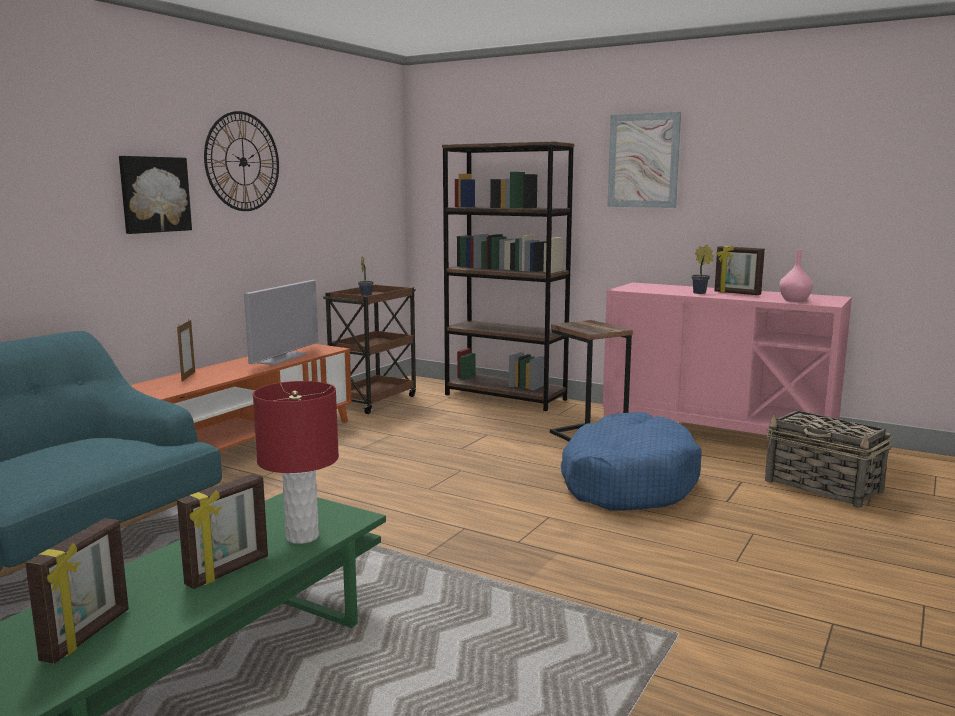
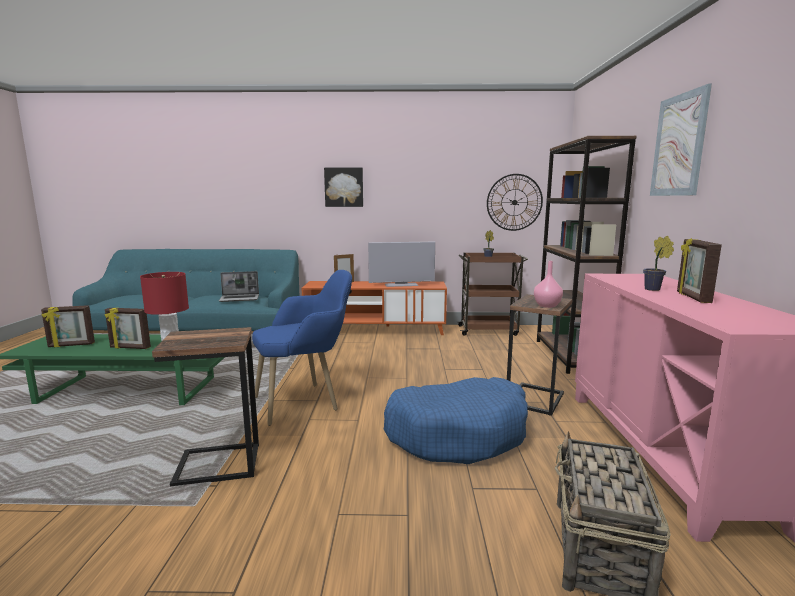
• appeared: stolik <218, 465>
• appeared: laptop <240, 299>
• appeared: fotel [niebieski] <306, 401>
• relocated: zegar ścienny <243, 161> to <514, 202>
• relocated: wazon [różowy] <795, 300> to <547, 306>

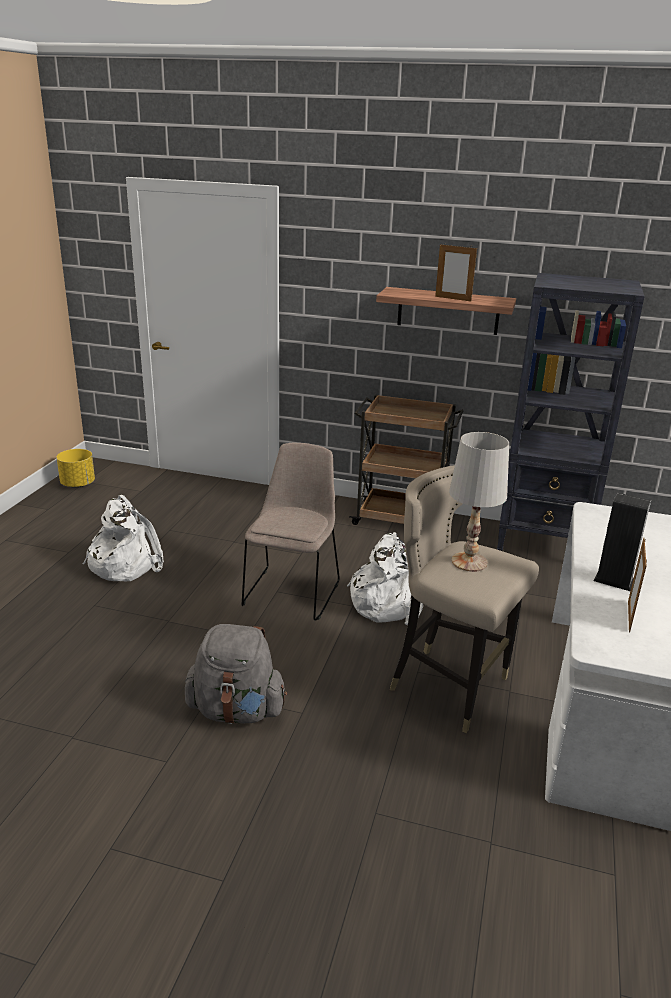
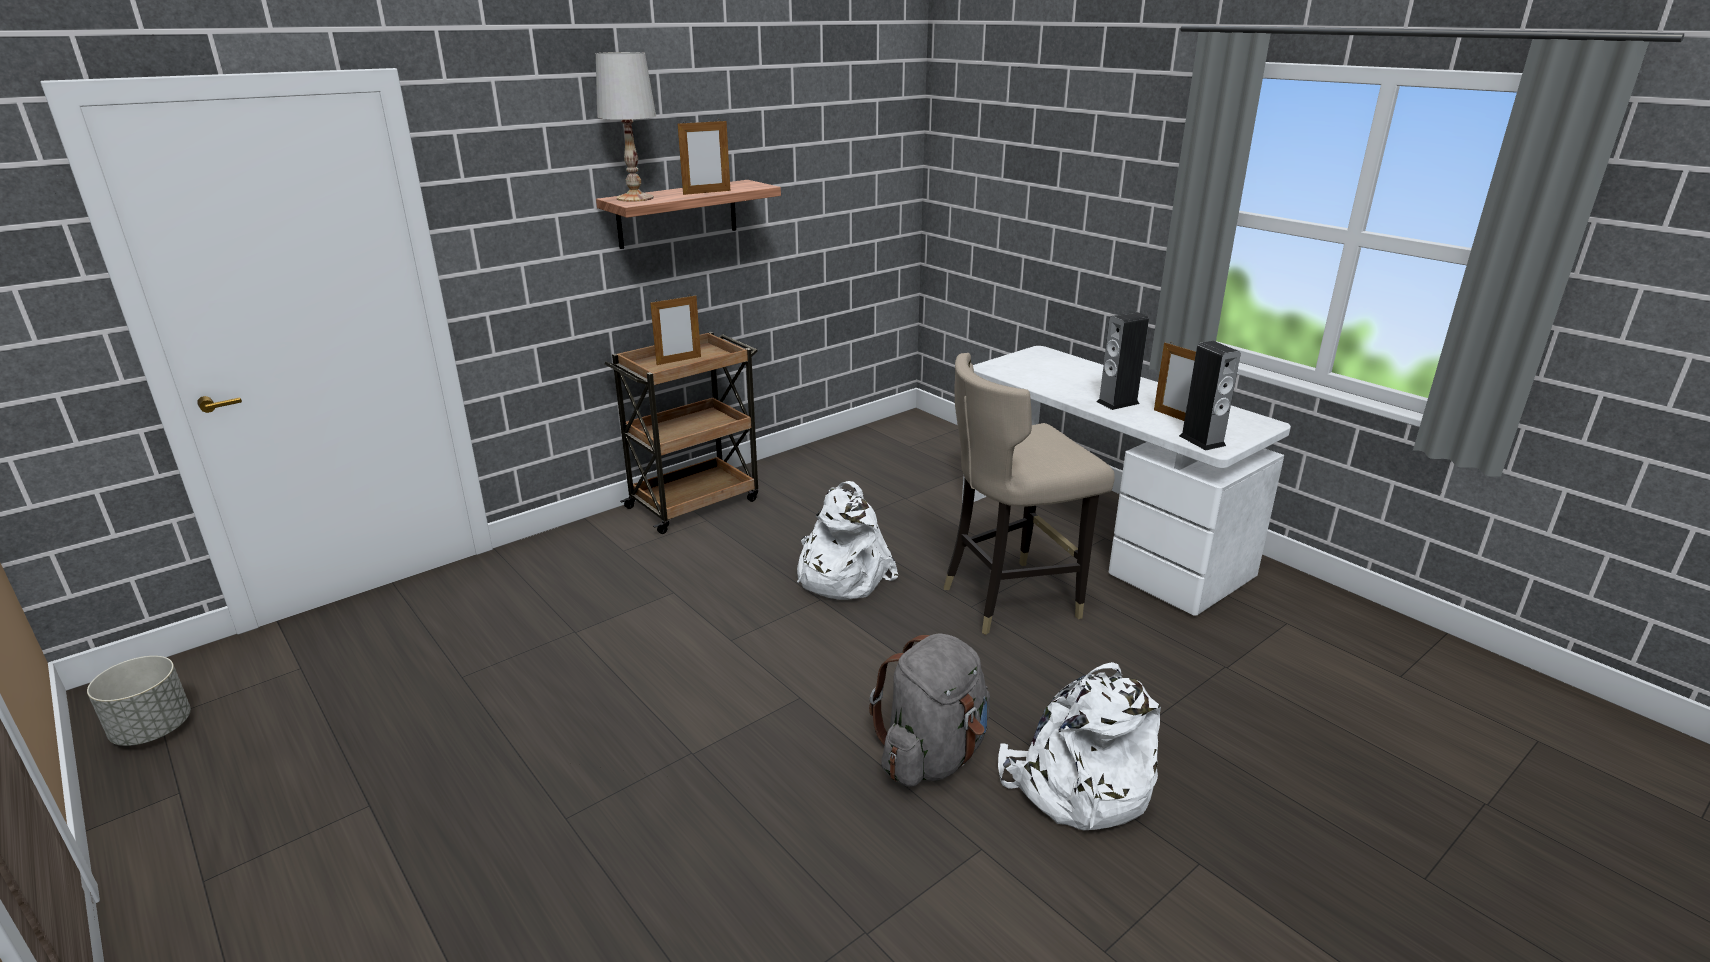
• colour: donica [żółty] <78, 484> to donica [szary] <153, 729>
• relocated: lampa stołowa [biały] <469, 562> to <635, 198>
• appeared: ramka na zdjęcie <679, 360>
• relocated: plecak [biały] <124, 564> to <1076, 786>
• appeared: głośnik <1202, 440>
• missing: krzesło [beżowy] <292, 591>
• missing: regał [czarny] <543, 545>

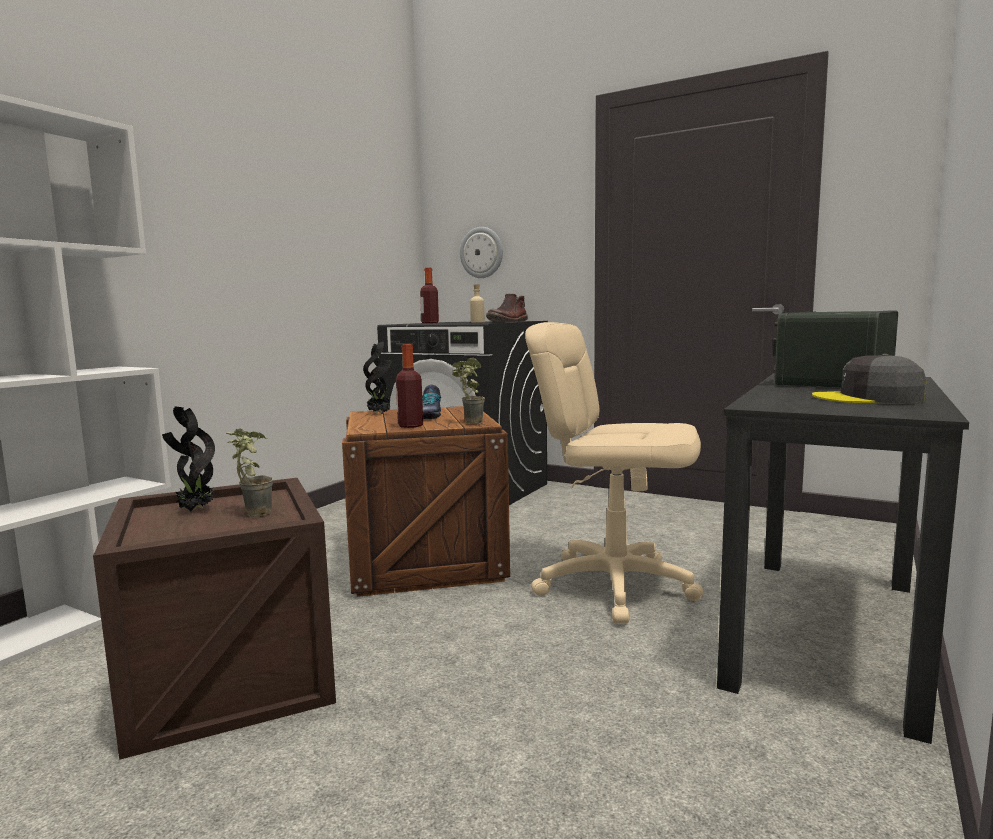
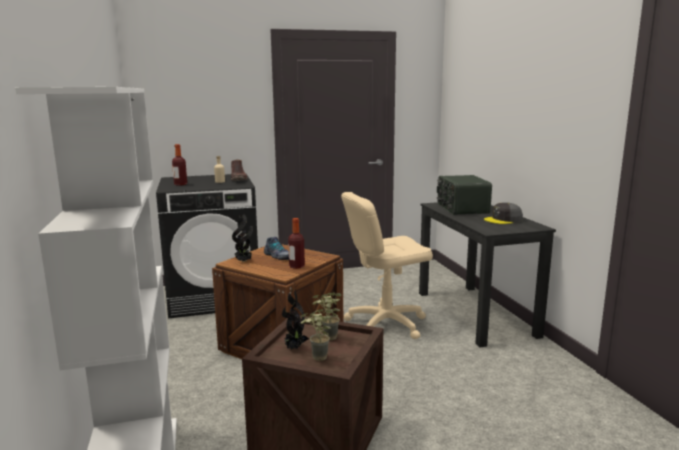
• relocated: roślina doniczkowa <468, 422> to <316, 359>
• missing: zegar ścienny <482, 252>

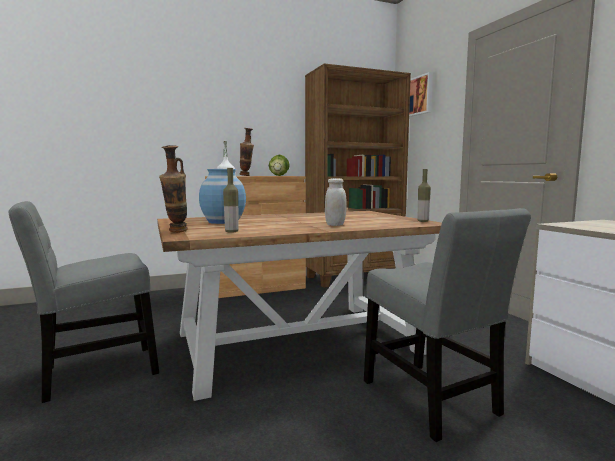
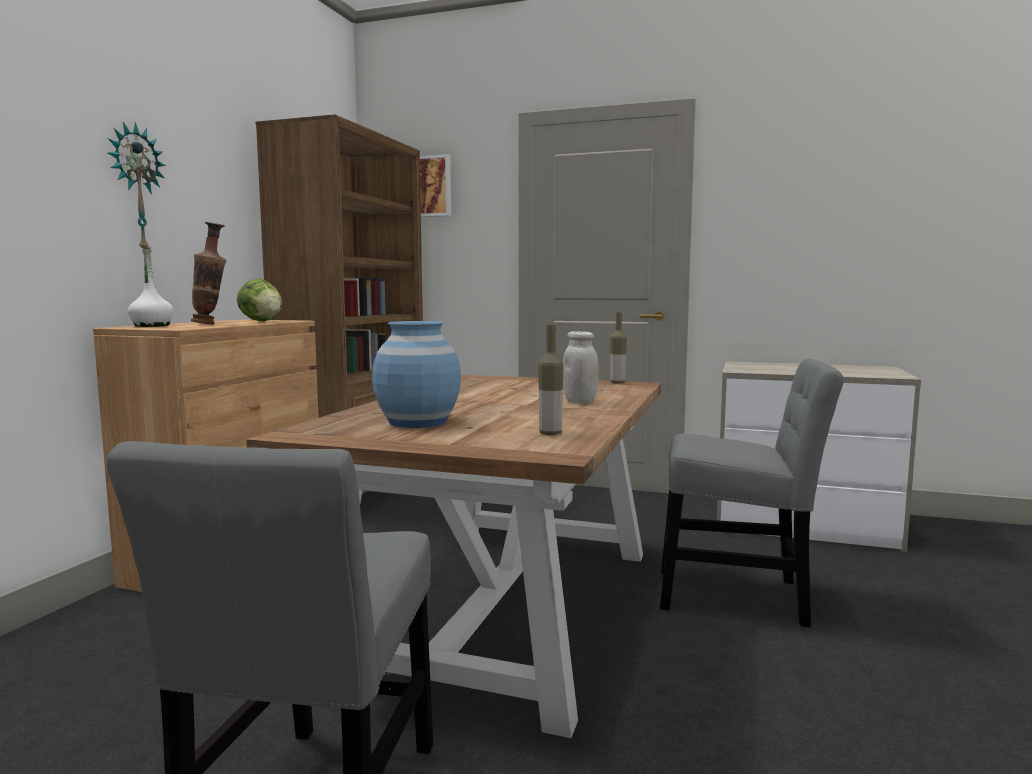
• appeared: zegar ścienny <135, 188>
• missing: wazon <176, 232>

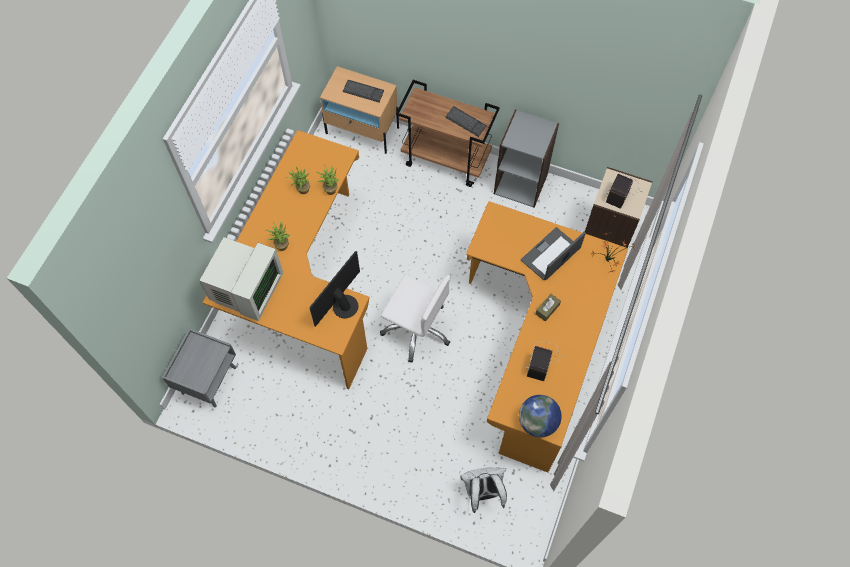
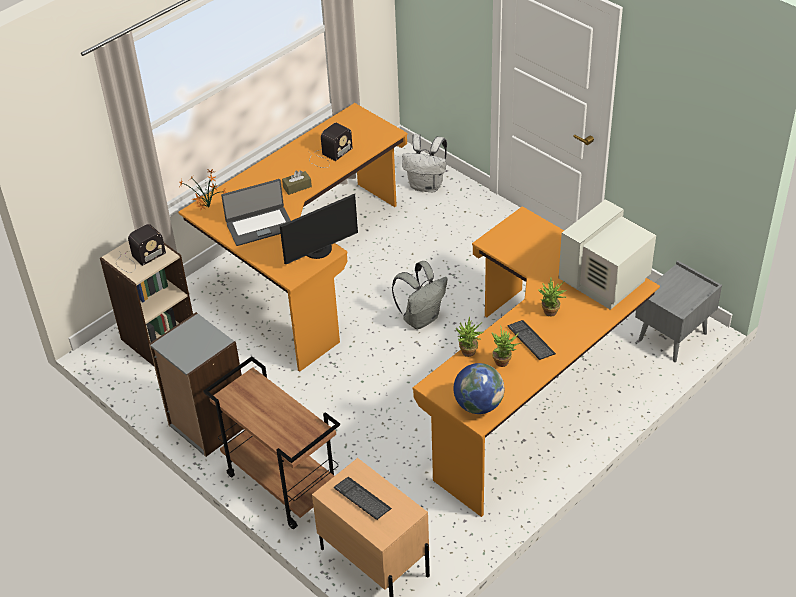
• relocated: monitor <342, 305> to <319, 250>
• exchanged: krzesło biurowe [biały] <417, 328> to plecak [szary] <421, 318>
• relocated: globus <537, 422> to <478, 405>
• relocated: klawiatura <465, 122> to <531, 341>

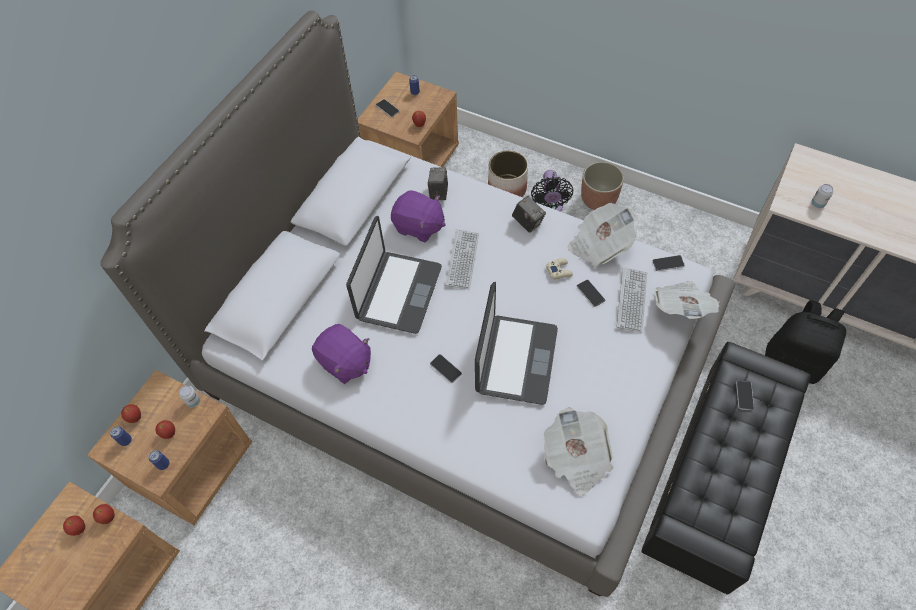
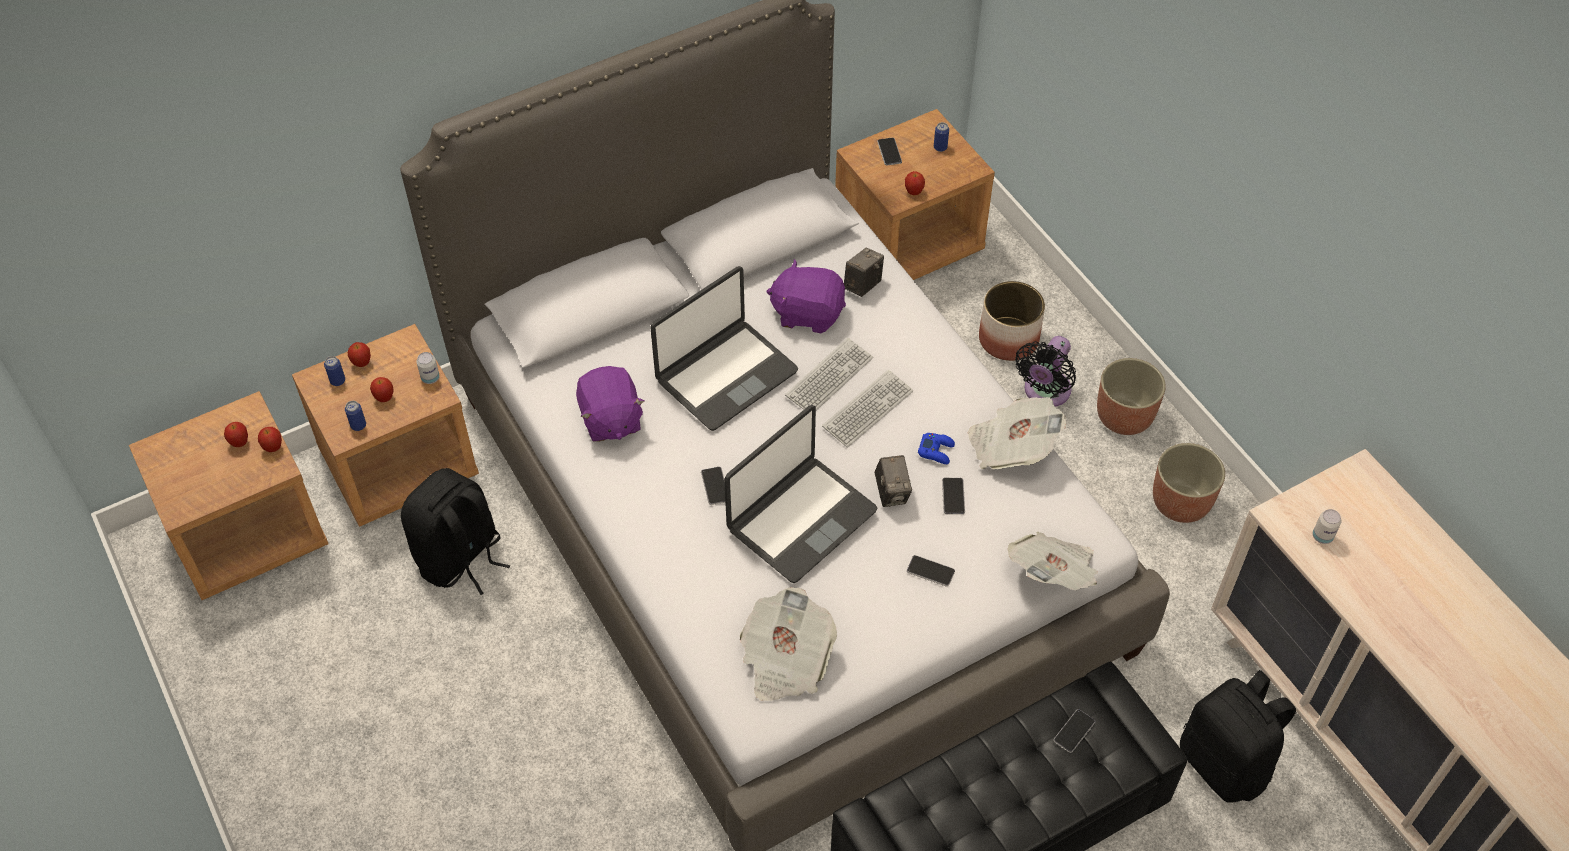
• appeared: plecak [czarny] <460, 558>
• spun: pluszak [fioletowy] <419, 226> = <808, 313> 135 degrees clockwise
• relocated: klawiatura <631, 300> to <867, 409>
• relocated: aparat fotograficzny <528, 222> to <892, 493>
• relocated: telefon <668, 263> to <930, 571>
• colour: pad do gier [beżowy] <559, 270> to pad do gier [niebieski] <936, 451>
• appeared: donica <1180, 503>

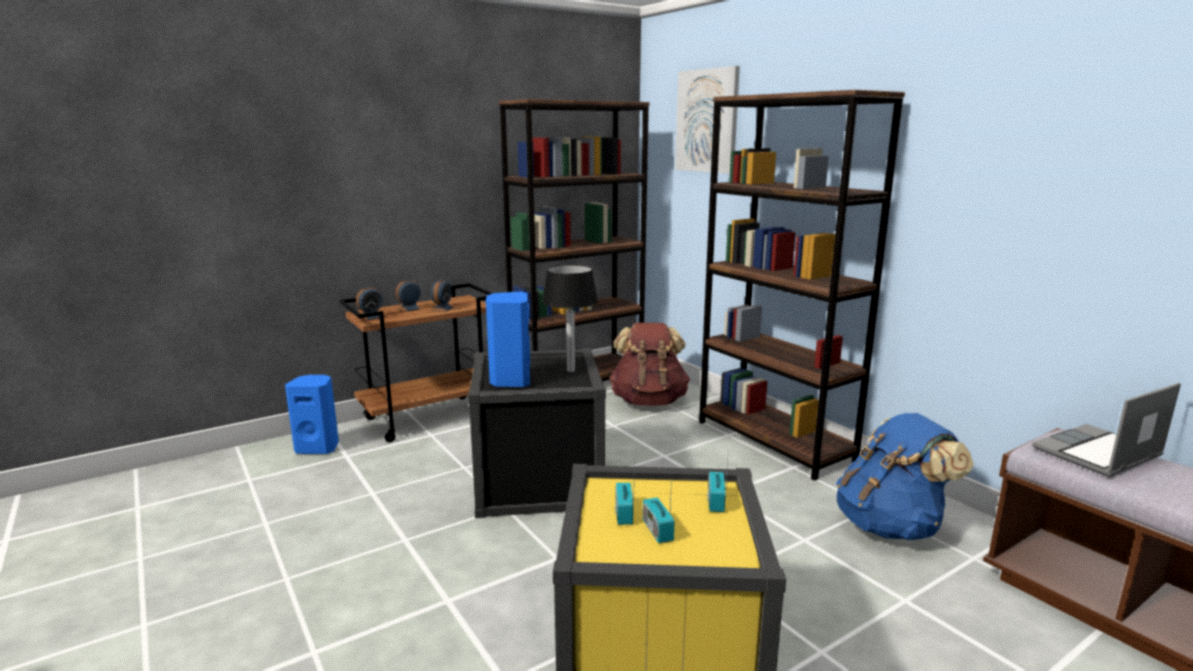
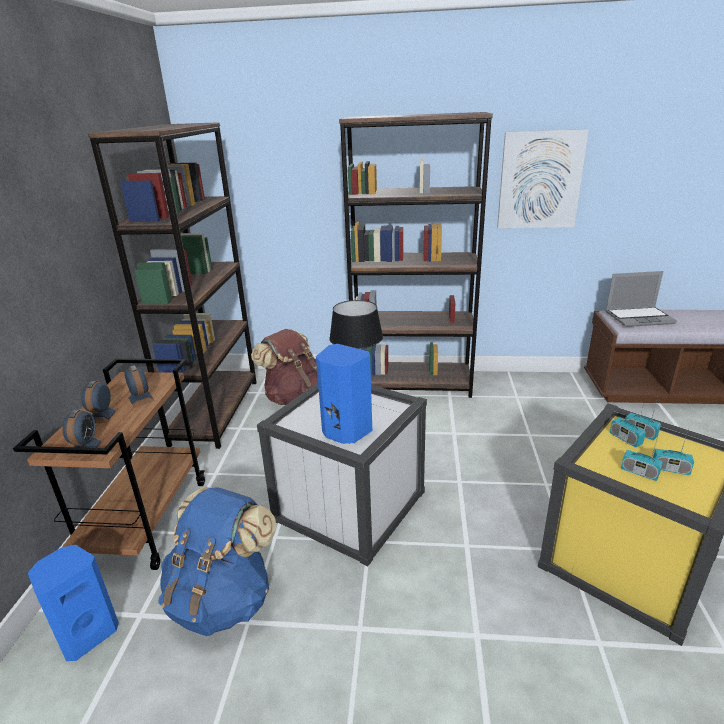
• relocated: plecak [niebieski] <890, 526> to <223, 599>
• colour: pojemnik do przechowywania [czarny] <538, 482> to pojemnik do przechowywania [biały] <350, 506>
• relocated: obraz <707, 121> to <540, 180>
• spun: laptop <1097, 454> = <639, 317> 105 degrees counterclockwise
• appeared: radio <625, 439>

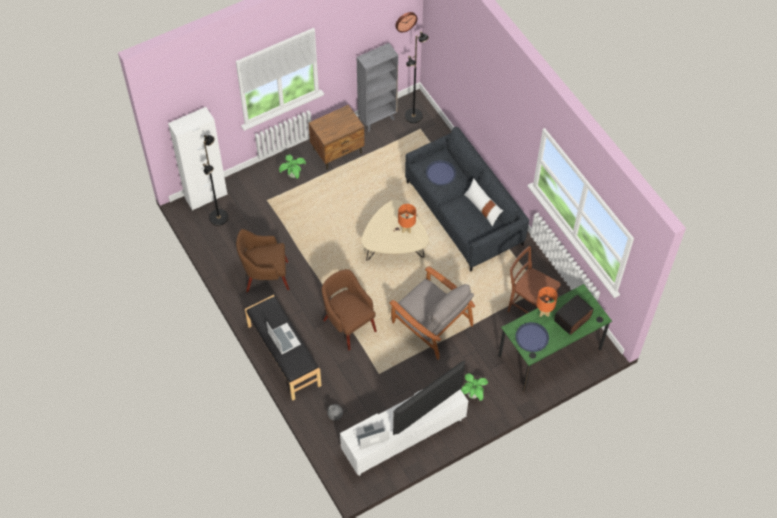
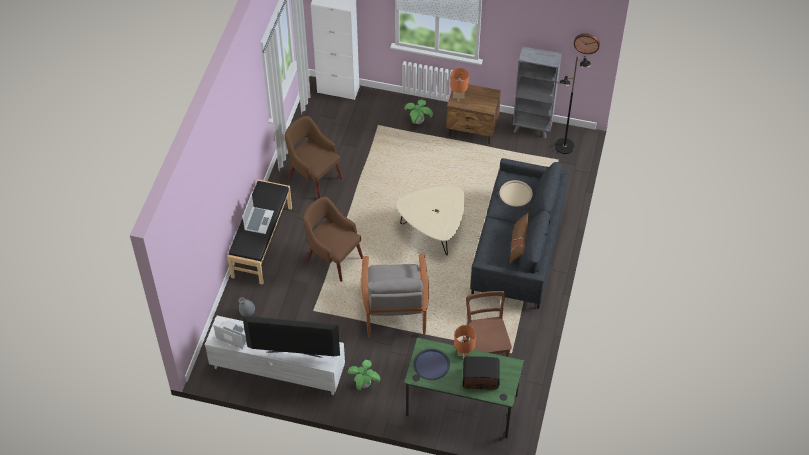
• spun: fotel [brązowy] <348, 324> = <333, 258> 60 degrees counterclockwise
• relocated: lampa stołowa [pomarańczowy] <406, 229> to <458, 97>
• colour: taca [niebieski] <440, 173> to taca [beżowy] <515, 194>
• colour: poduszka [biały] <482, 208> to poduszka [brązowy] <518, 244>
• missing: lampa stojąca [czarny] <219, 217>

